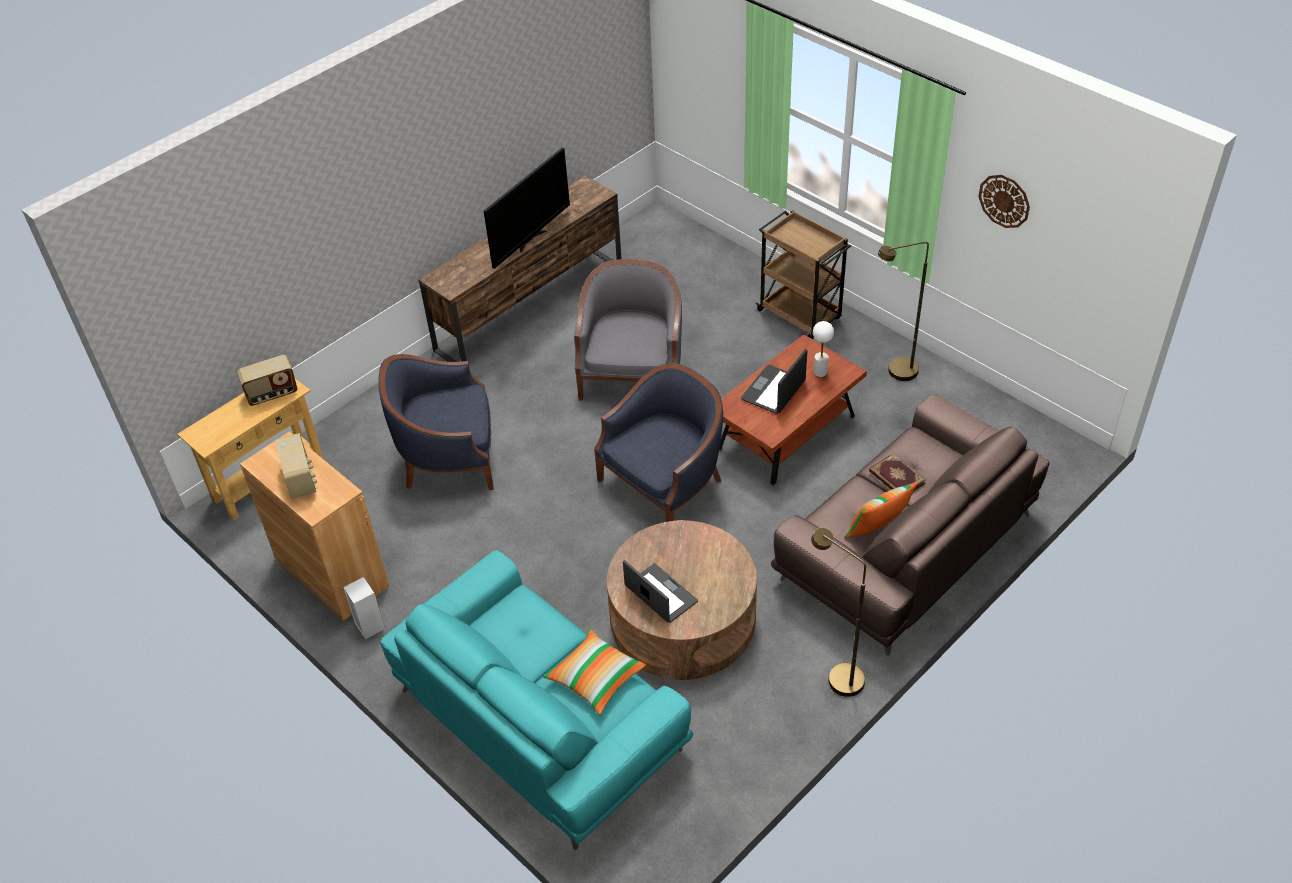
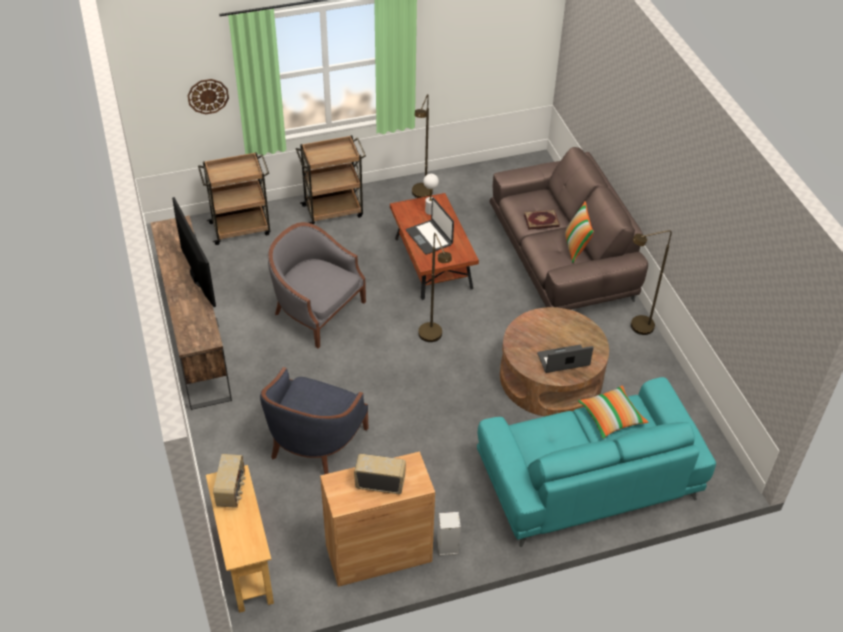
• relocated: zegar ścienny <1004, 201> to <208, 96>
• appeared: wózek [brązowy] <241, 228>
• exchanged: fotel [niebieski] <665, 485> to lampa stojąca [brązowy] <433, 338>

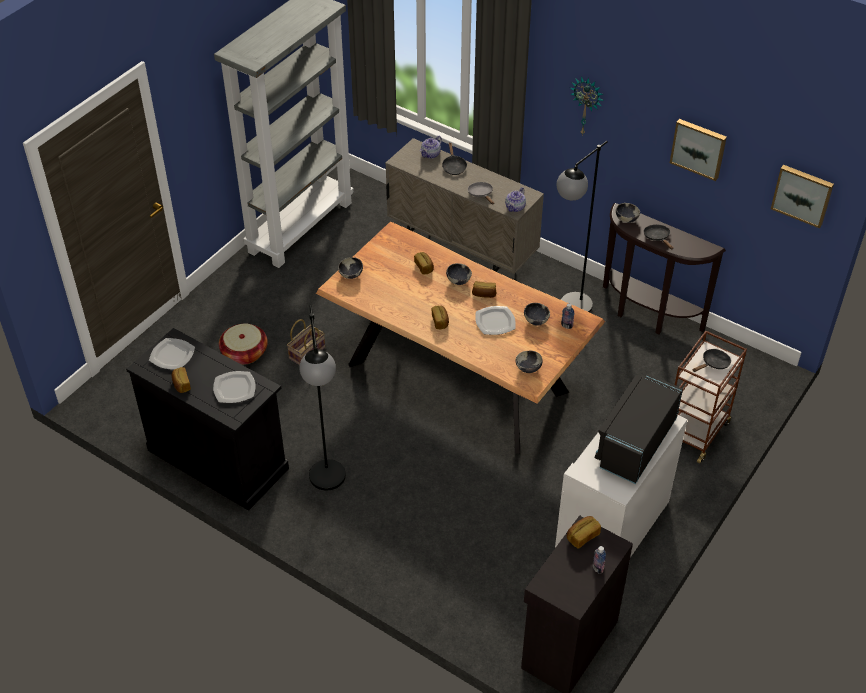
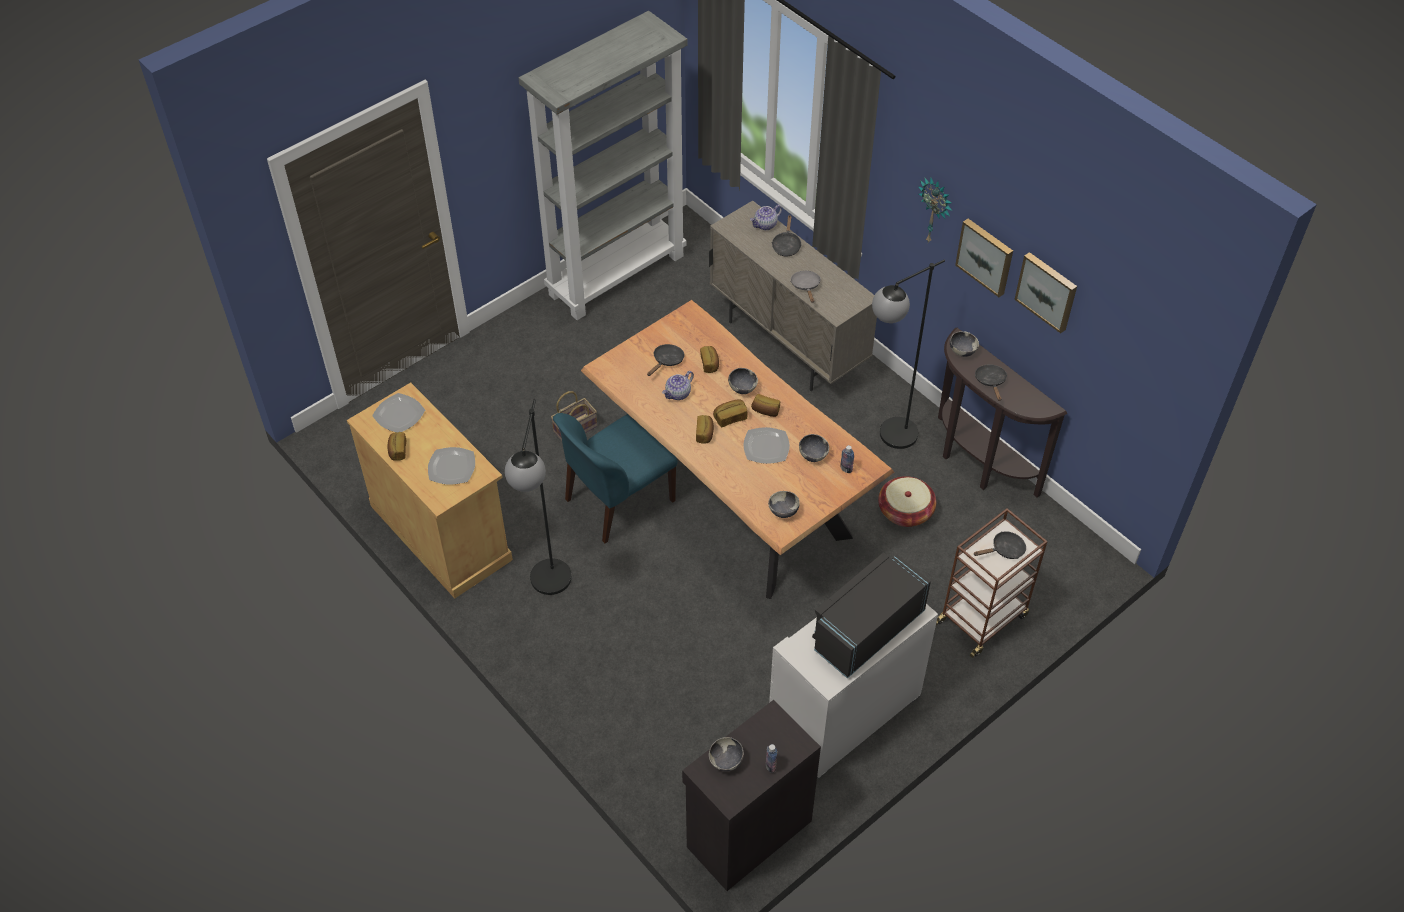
• colour: szafka [czarny] <218, 459> to szafka [beżowy] <441, 532>
• appeared: krzesło [niebieski] <617, 501>
• appeared: patelnia [czarny] <667, 361>
• relocated: imbryk <515, 207> to <678, 394>
• relocated: miska <351, 275> to <726, 761>
• relocated: chleb <582, 536> to <730, 418>
• relocated: koszyk <244, 353> to <905, 511>
• relocated: obraz <802, 194> to <986, 256>

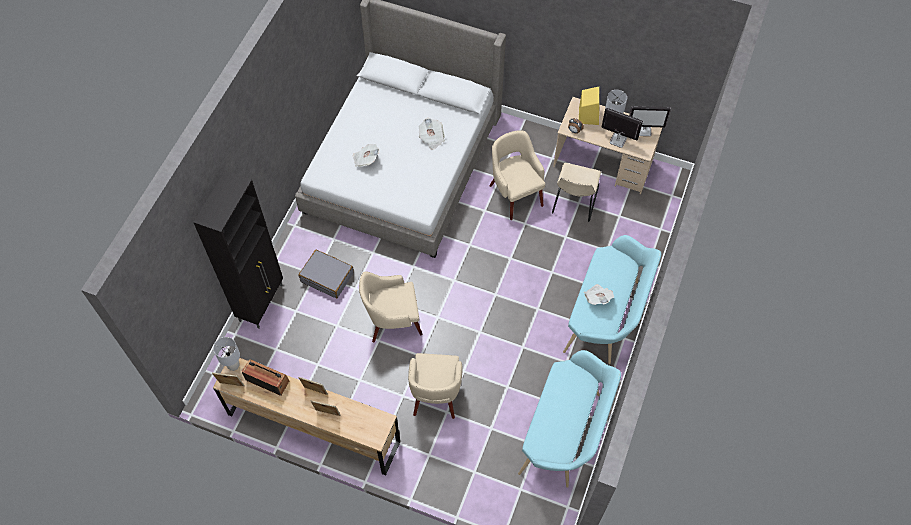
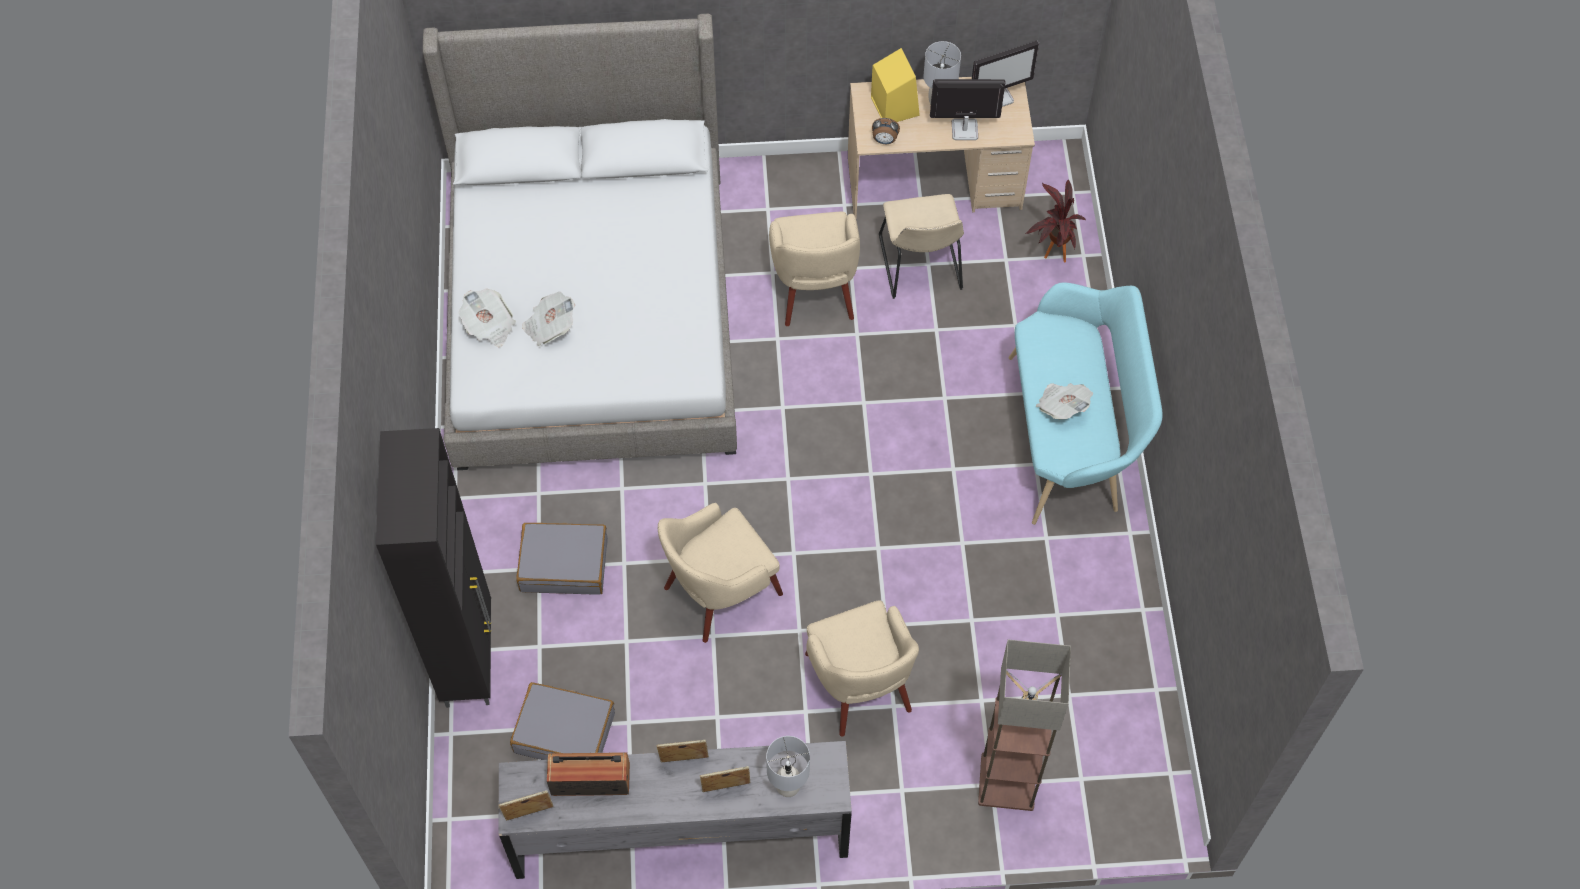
• relocated: gazeta <432, 138> to <489, 326>
• colour: komoda [brązowy] <313, 428> to komoda [szary] <681, 833>
• appeared: walizka [szary] <565, 732>
• relocated: lampa stołowa [szary] <233, 366> to <788, 788>
• spun: fotel [beżowy] <515, 194> = <814, 290> 135 degrees counterclockwise
• appeared: lampa stojąca <1006, 783>
• appeared: roślina doniczkowa <1050, 257>
• missing: ławka [turkusowy] <565, 433>

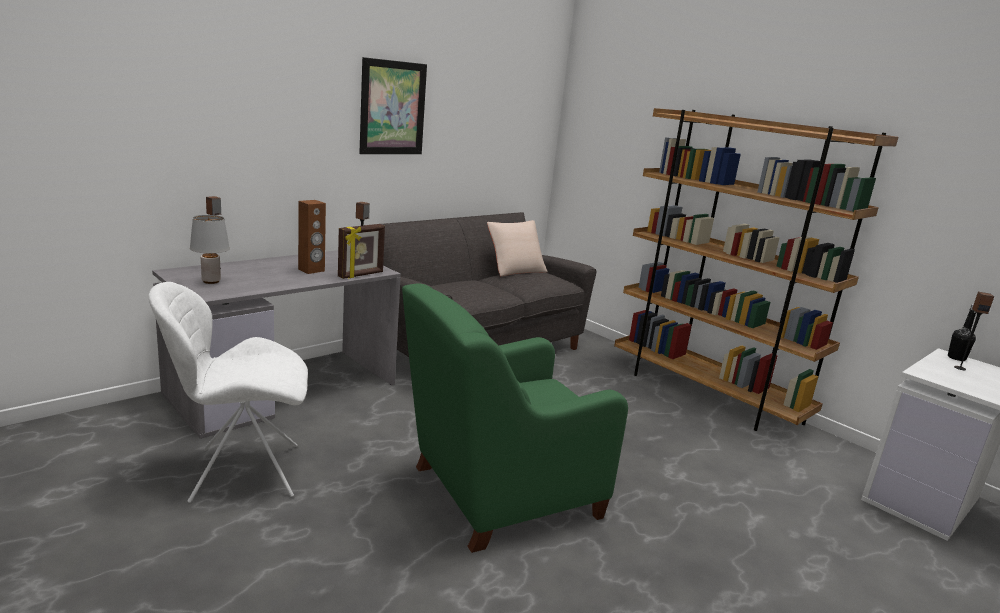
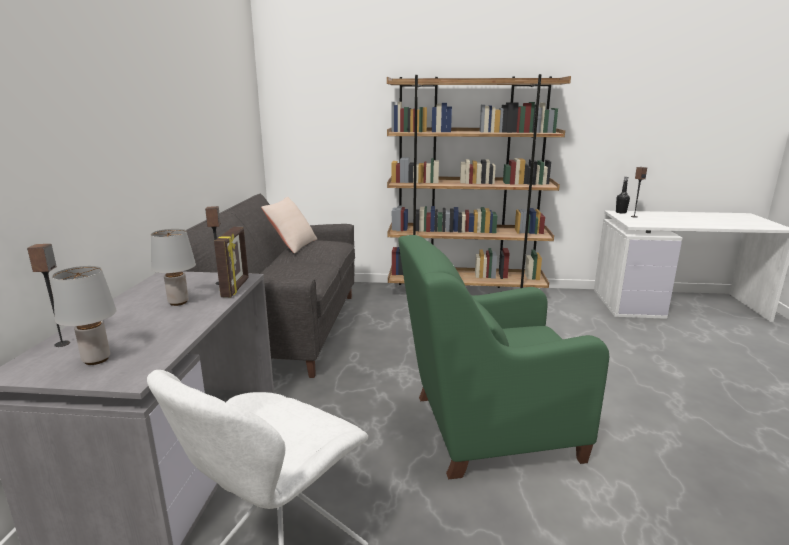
• exchanged: głośnik [brązowy] <311, 270> to lampa stołowa [szary] <179, 302>
• spun: fotel [zielony] <497, 493> = <485, 427> 60 degrees clockwise
• missing: obraz <392, 108>

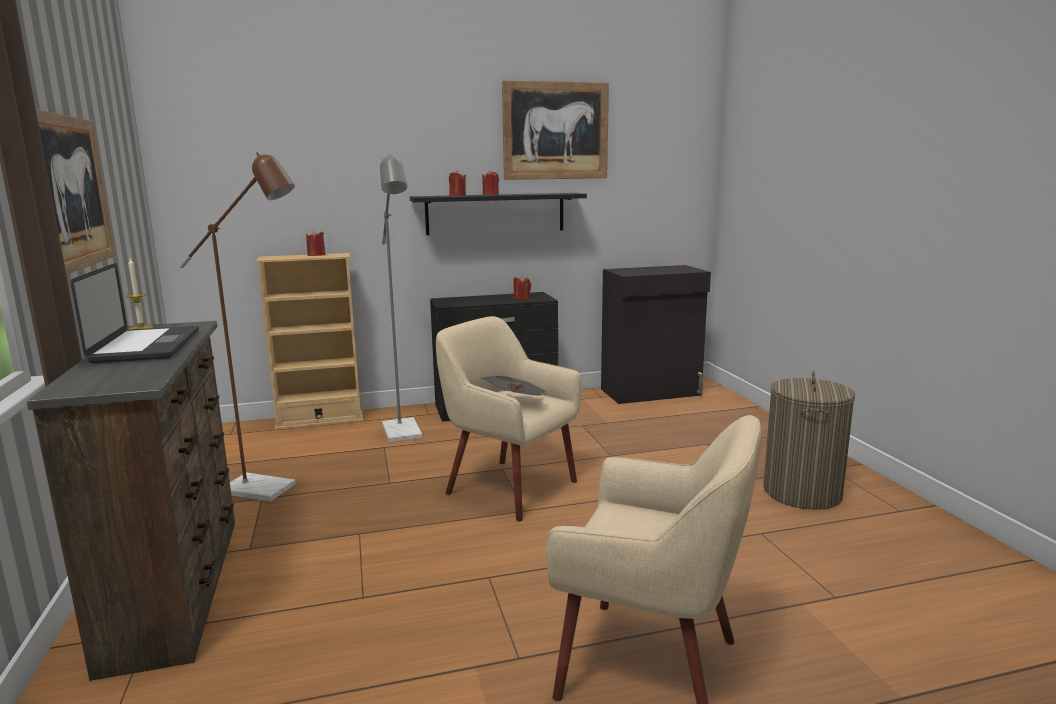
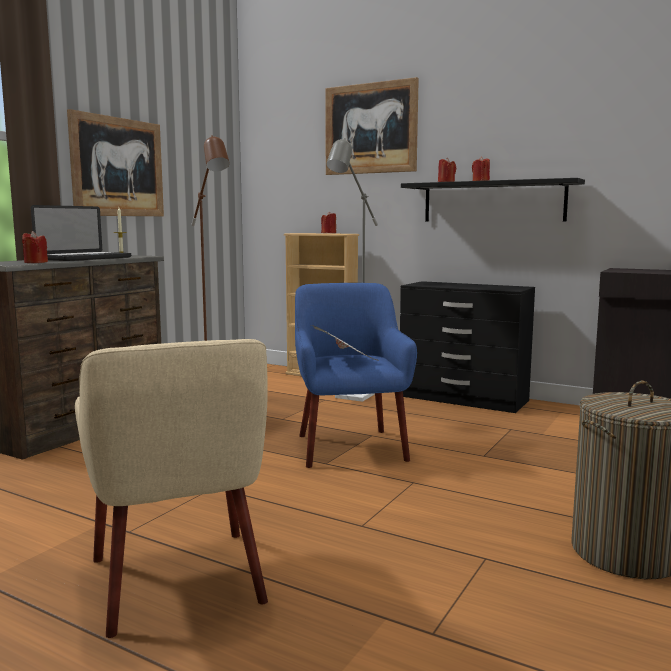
• relocated: świeca [czerwony] <522, 298> to <35, 262>
• colour: fotel [beżowy] <509, 487> to fotel [niebieski] <349, 447>
• relocated: obraz <555, 131> to <370, 128>

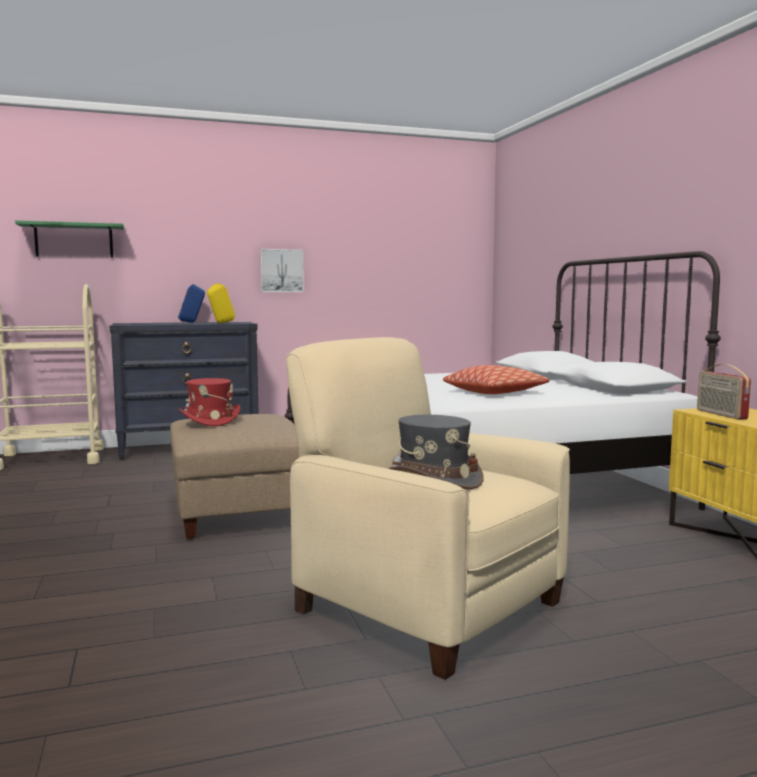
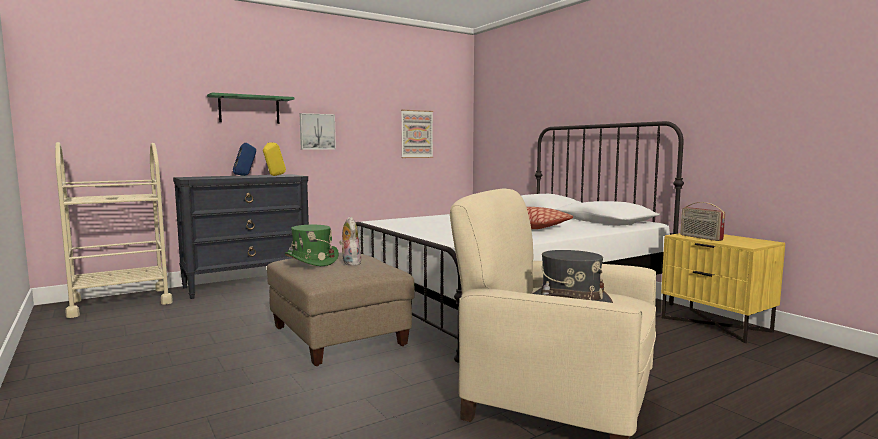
• relocated: półka [zielony] <74, 241> to <249, 109>
• colour: kapelusz [czerwony] <209, 420> to kapelusz [zielony] <311, 261>
• appeared: pluszak <350, 263>
• appeared: obraz <416, 134>

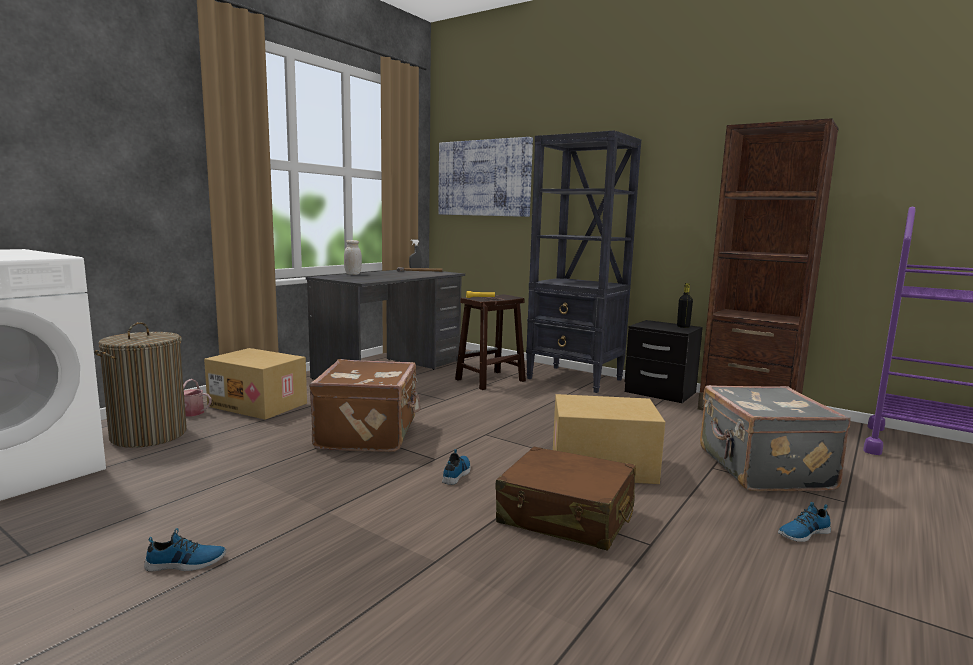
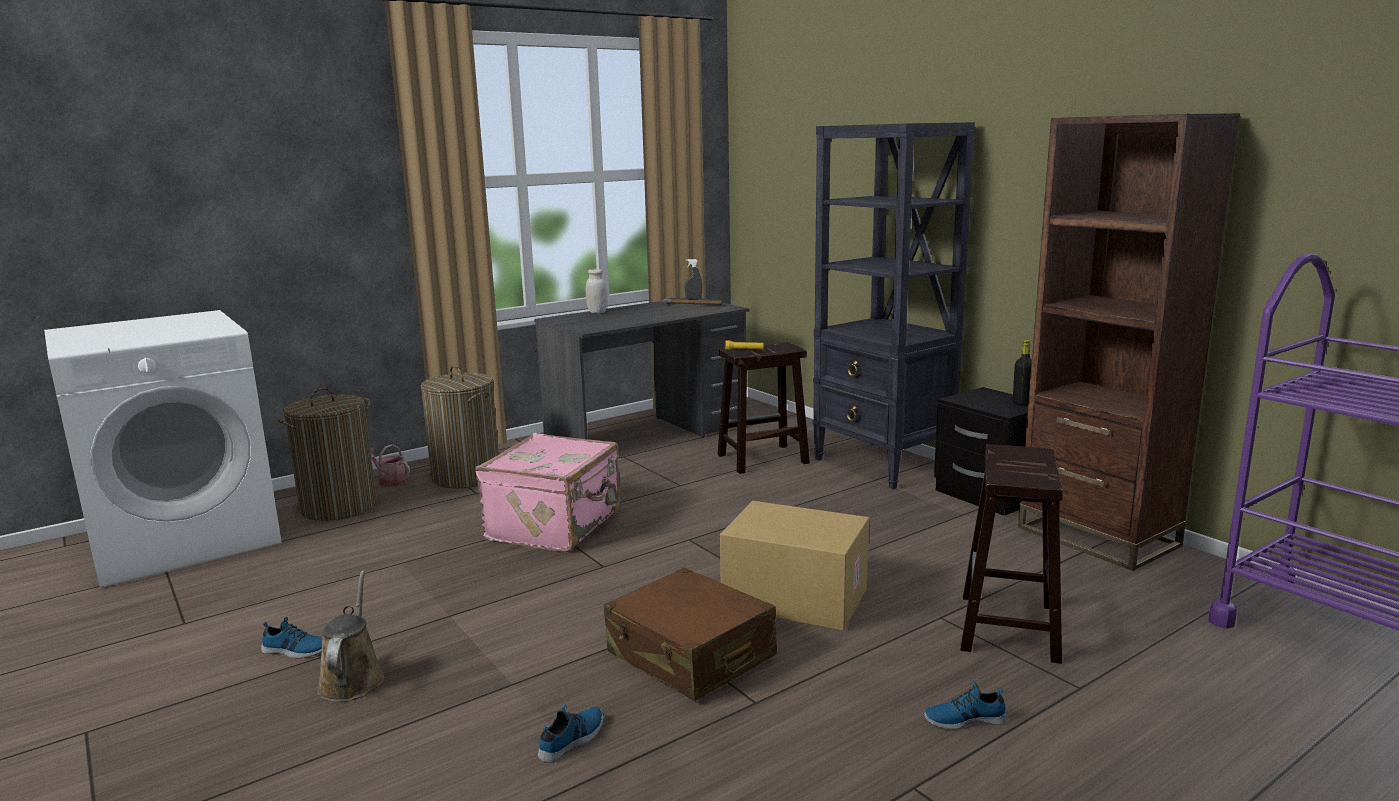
• appeared: konewka [brązowy] <353, 679>
• exchanged: karton <259, 404> to kosz na pranie <466, 476>
• colour: walizka [brązowy] <369, 434> to walizka [różowy] <556, 526>
• relocated: but <457, 473> to <573, 739>
• exchanged: walizka [szary] <761, 469> to stołek [brązowy] <1009, 628>
• missing: obraz <484, 178>

